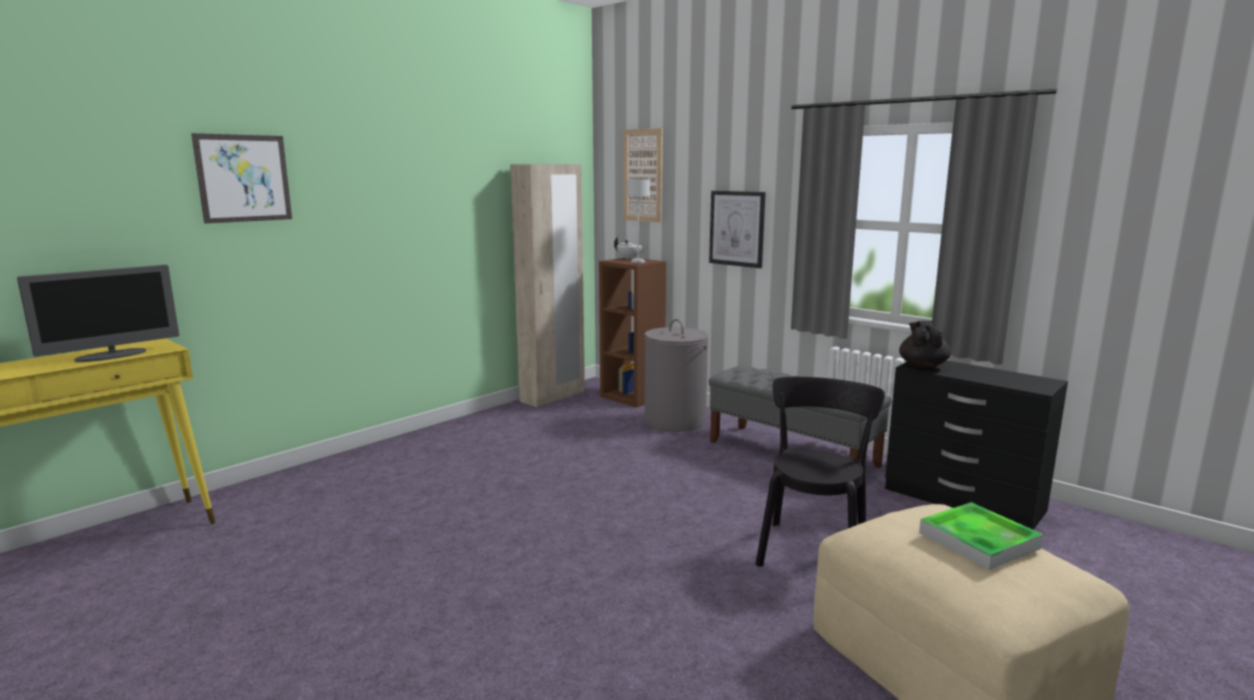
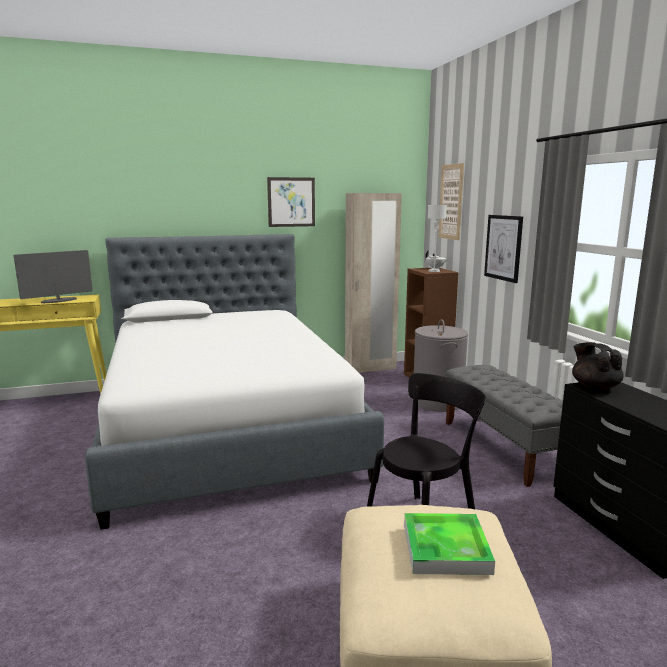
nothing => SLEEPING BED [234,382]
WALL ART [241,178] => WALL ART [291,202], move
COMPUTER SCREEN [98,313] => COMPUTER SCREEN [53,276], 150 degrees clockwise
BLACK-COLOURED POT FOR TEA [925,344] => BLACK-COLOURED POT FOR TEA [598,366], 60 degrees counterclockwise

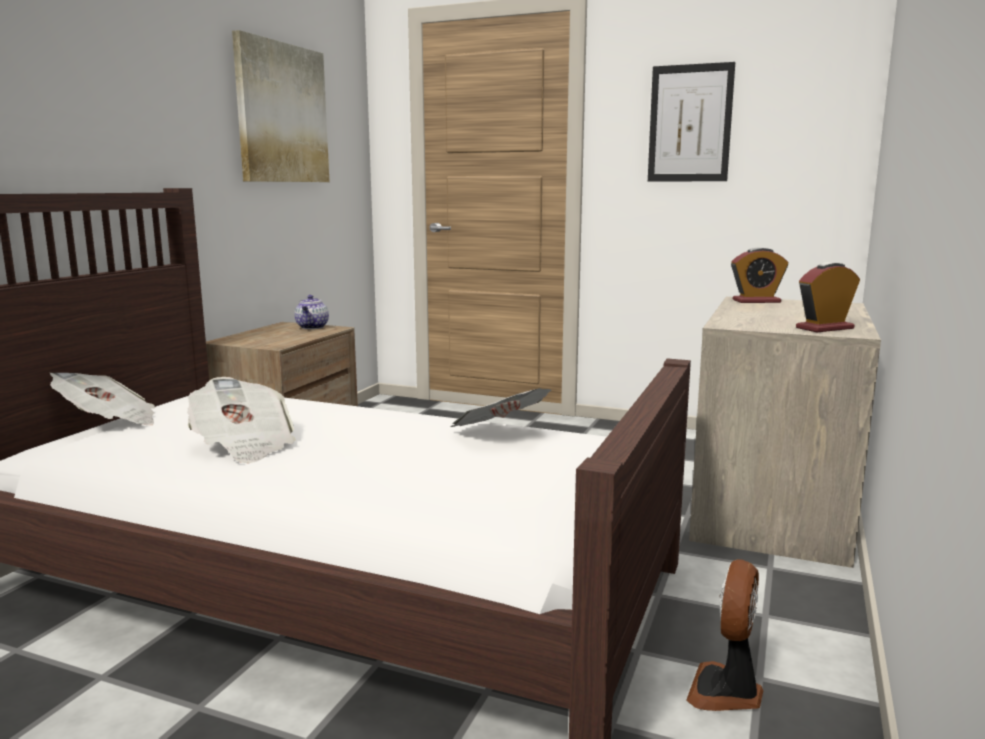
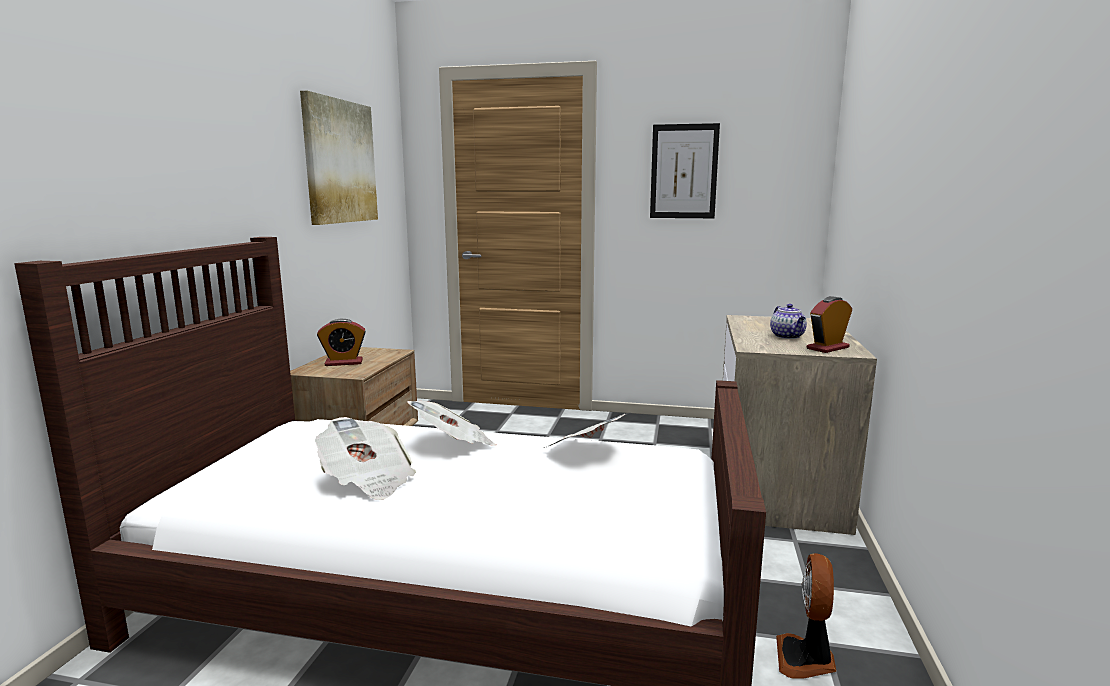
PRINTED PAPER [102,399] => PRINTED PAPER [451,423], move
POT FOR TEA [311,312] => POT FOR TEA [788,321], move
TABLE CLOCK [759,275] => TABLE CLOCK [341,342], move

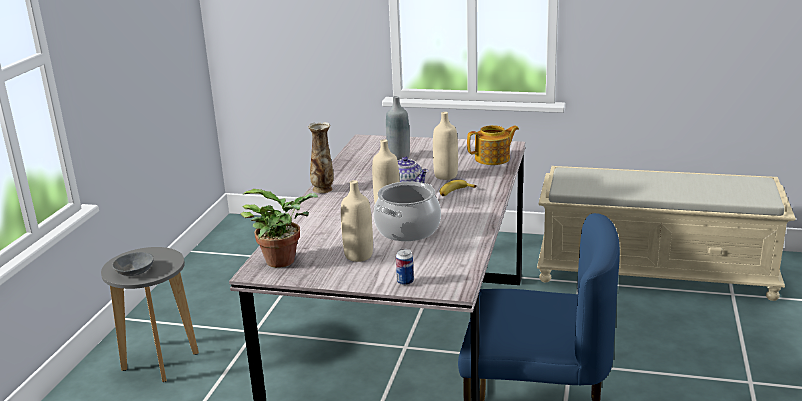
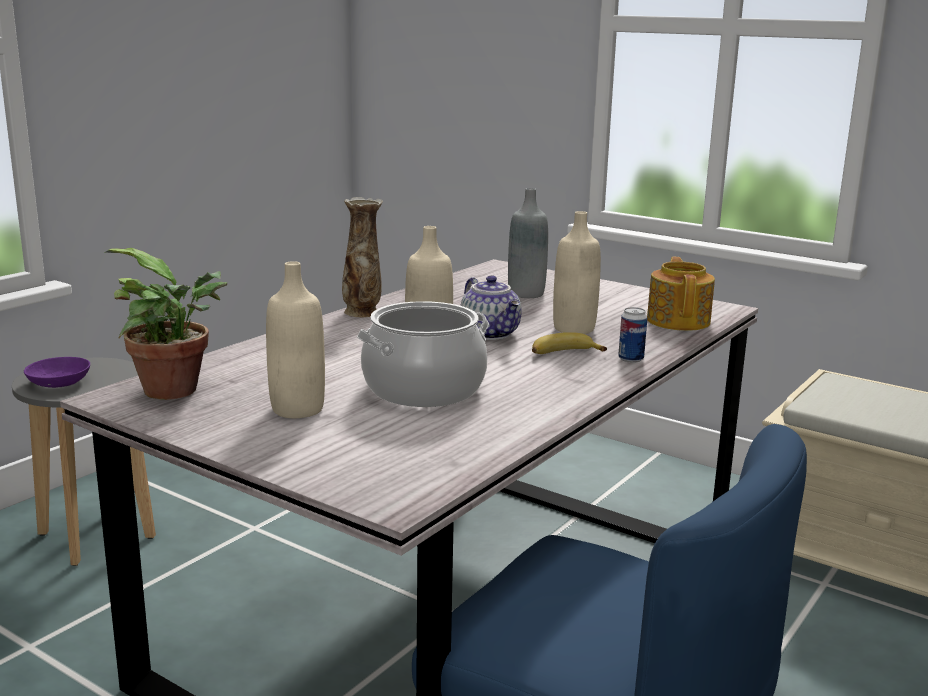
METAL CAN [405,267] => METAL CAN [632,335], move
GREY DEEP DISH [133,264] => PURPLE DEEP DISH [57,372]
POT FOR TEA [493,145] => POT FOR TEA [681,294], 90 degrees counterclockwise

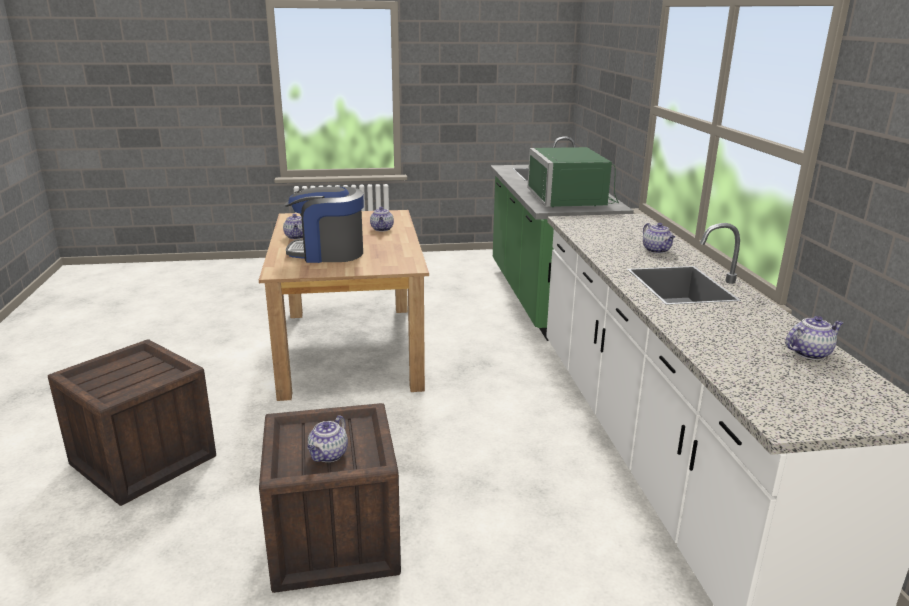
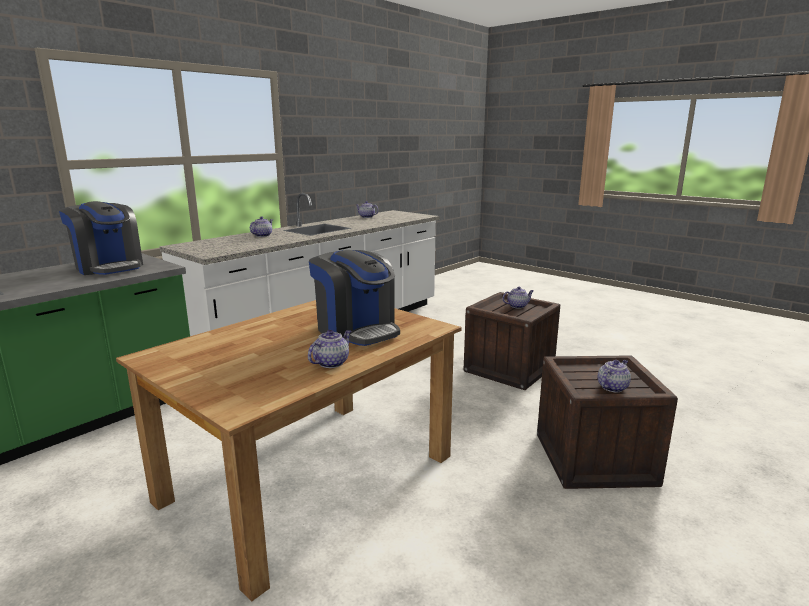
POT FOR TEA [382,219] => POT FOR TEA [614,376], move
GREEN-COLOURED KITCHEN MICROWAVE [573,177] => COFFEE MACHINE [101,238]

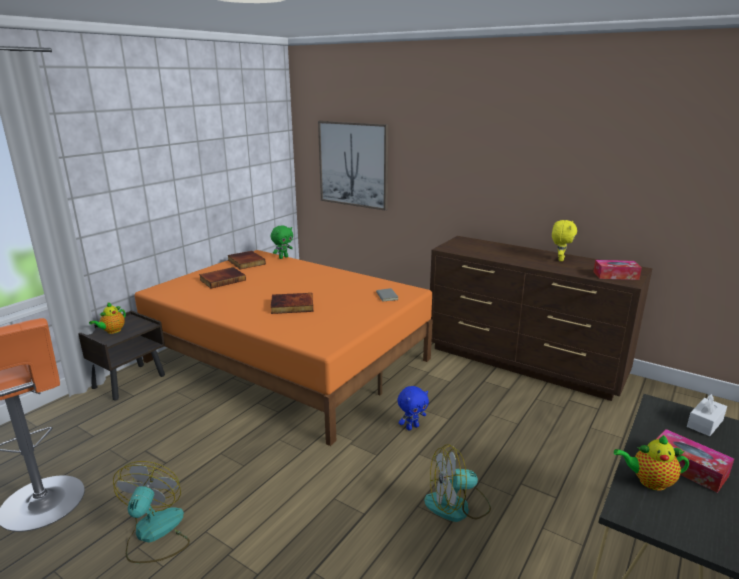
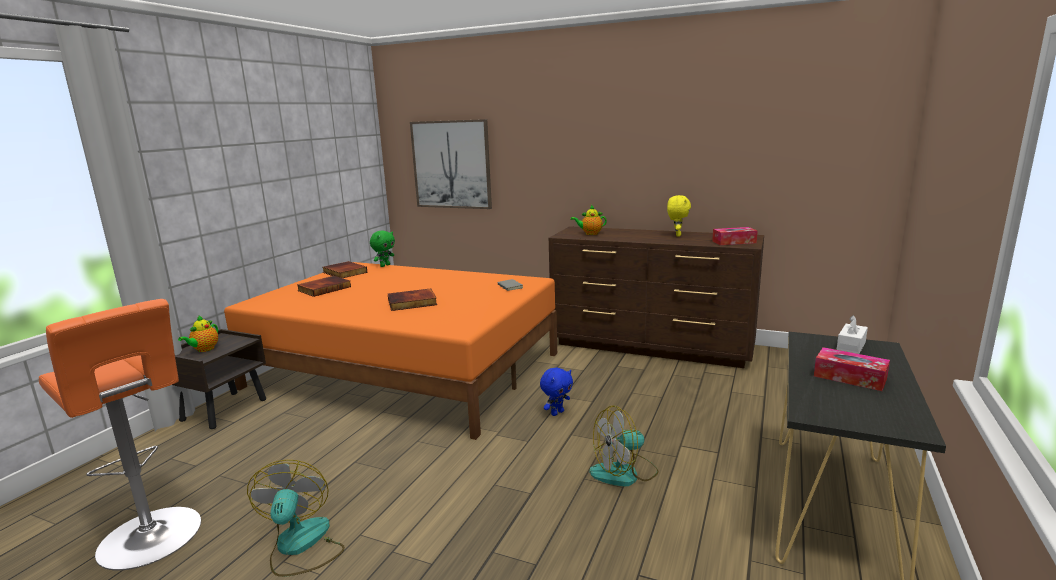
POT FOR TEA [651,463] => POT FOR TEA [589,220], move

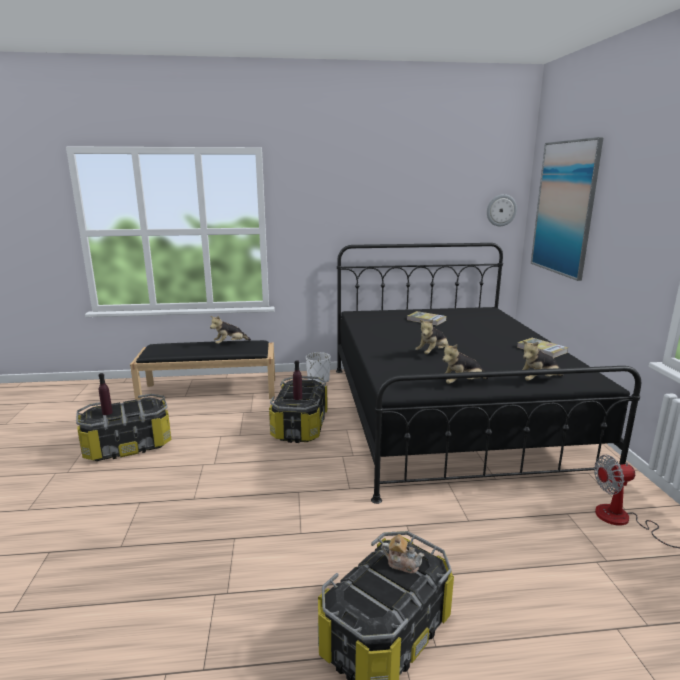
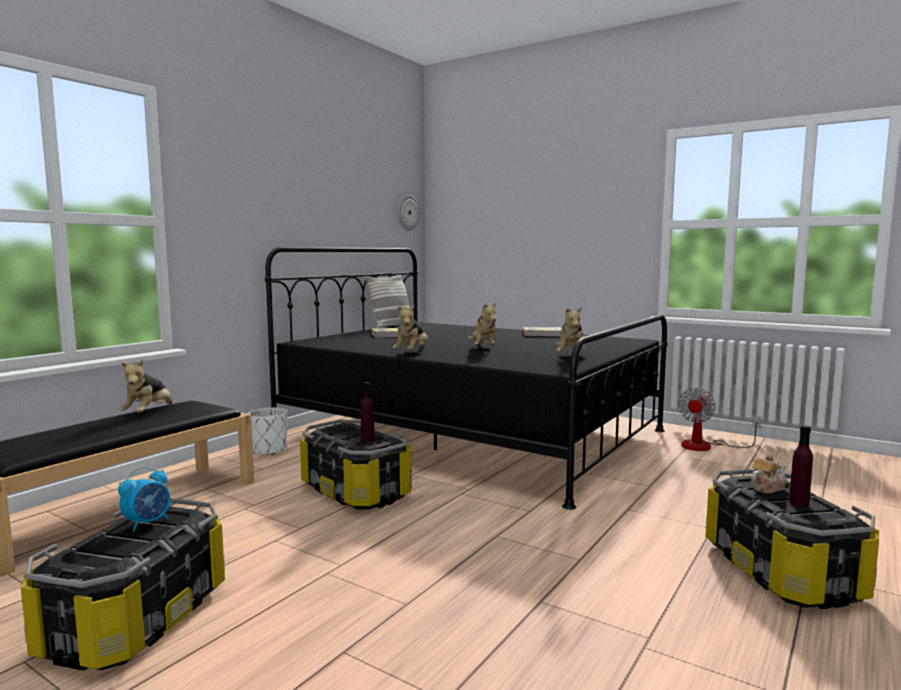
WALL ART [567,209] => nothing
nothing => TABLE CLOCK [144,499]
nothing => CUSHION [387,301]
PURPLE DRINK BOTTLE [106,394] => PURPLE DRINK BOTTLE [801,466], move
CUDDLY TOY [542,361] => CUDDLY TOY [410,327], move

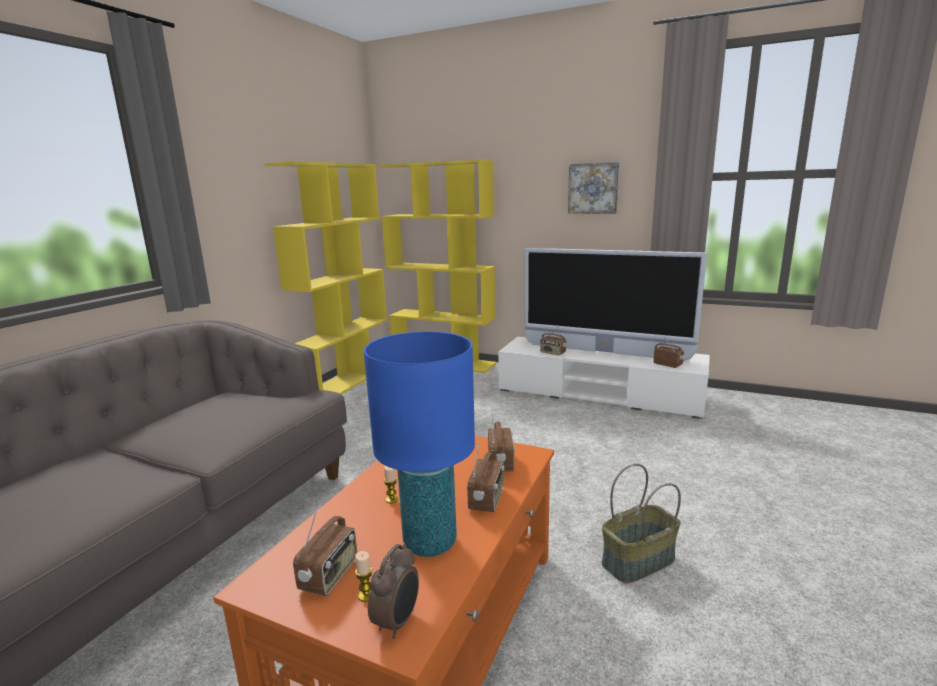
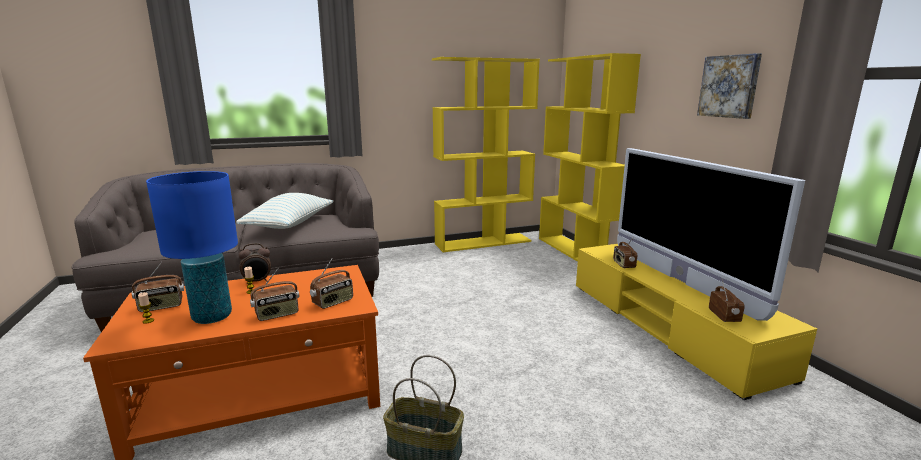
nothing => CUSHION [284,211]
TABLE CLOCK [393,591] => TABLE CLOCK [255,263], move
WHITE TV STAND [604,378] => YELLOW TV STAND [696,322]

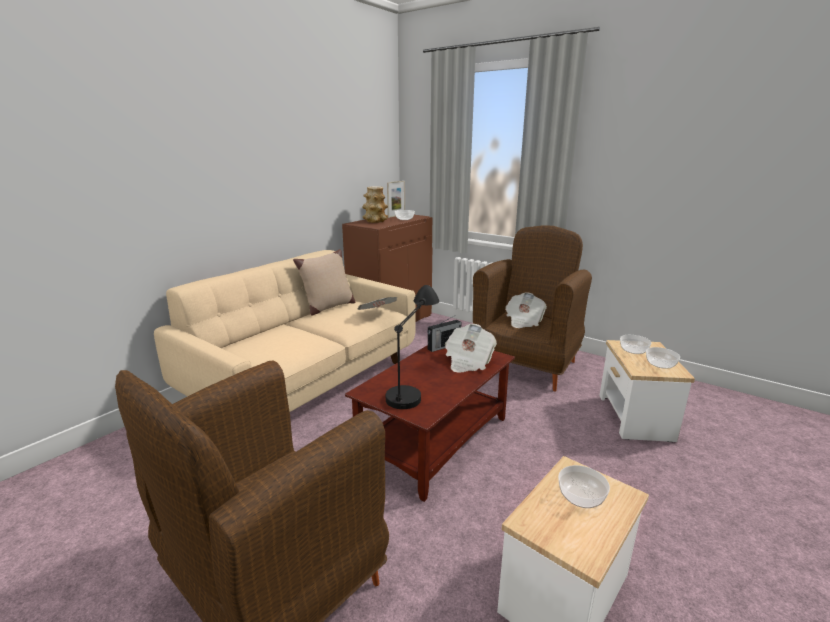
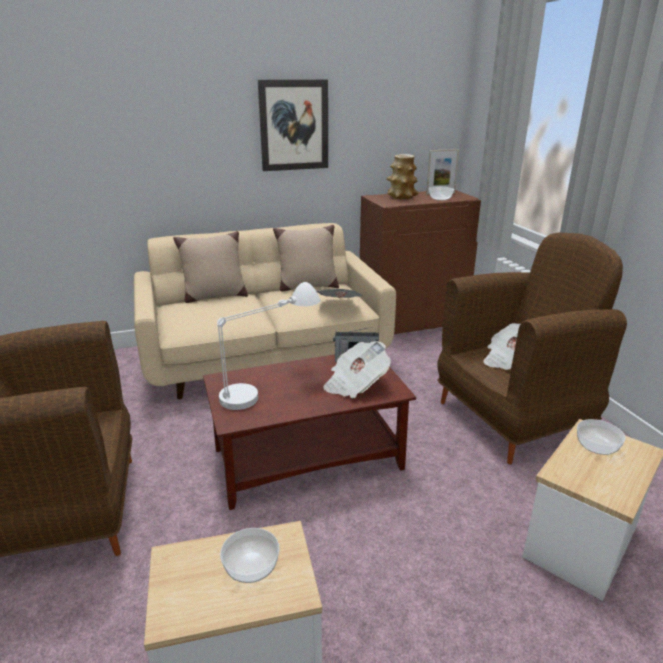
DEEP DISH [663,358] => nothing
nothing => BEIGE-COLOURED CUSHION [210,267]
nothing => WALL ART [293,125]
BLACK-COLOURED TABLETOP LAMP [412,347] => WHITE TABLETOP LAMP [269,346]

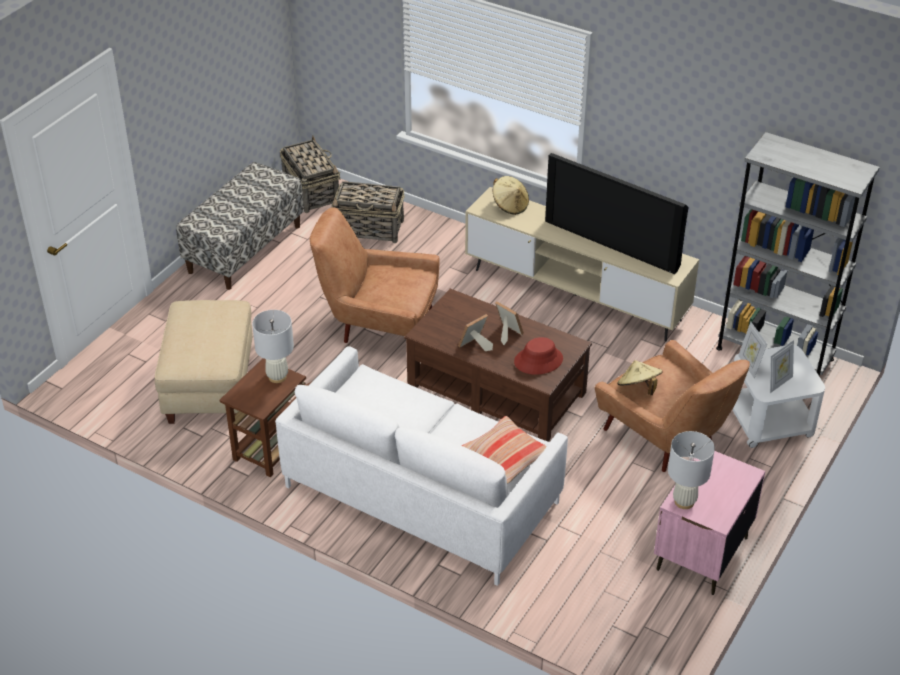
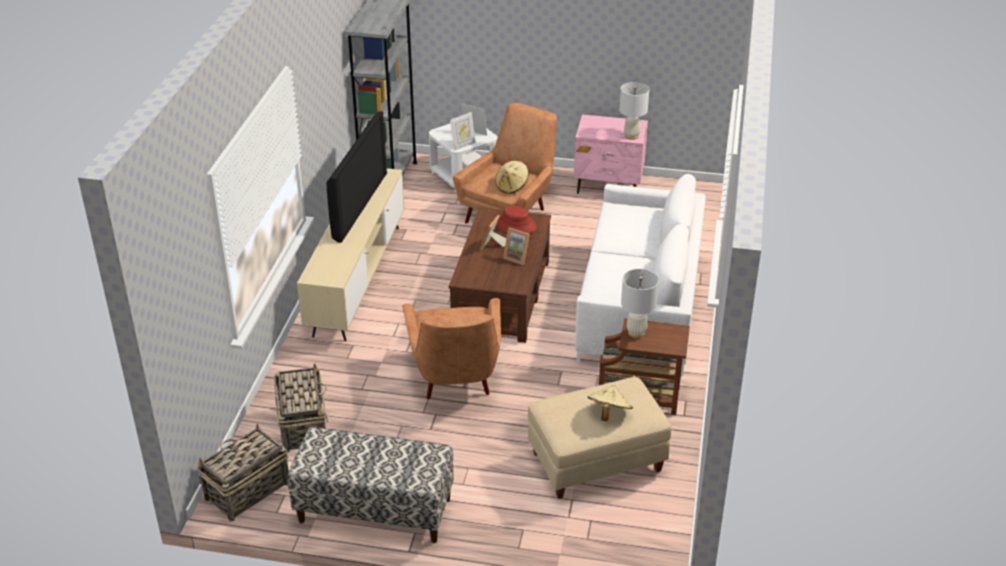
CUSHION [504,450] => nothing
BEIGE-COLOURED WEARABLE HAT [510,195] => BEIGE-COLOURED WEARABLE HAT [610,403], move

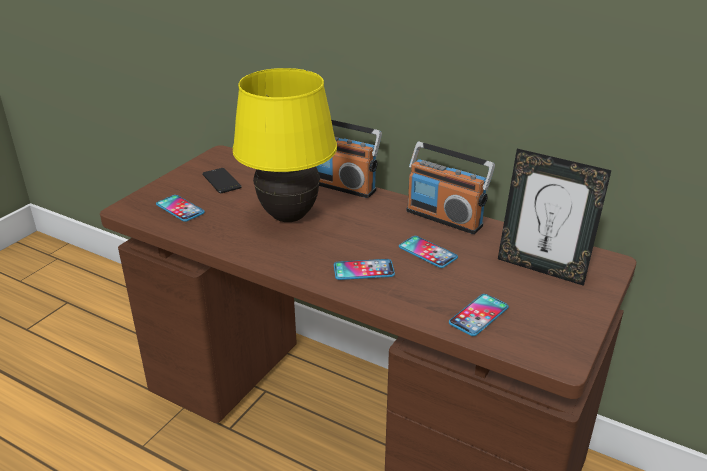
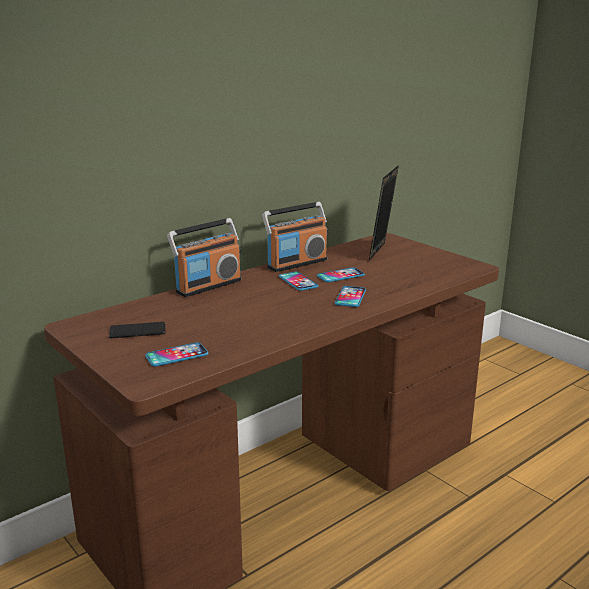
YELLOW TABLETOP LAMP [285,145] => nothing
HANDSET [479,315] => HANDSET [298,281], move
STANDING FRAME [555,217] => STANDING FRAME [384,213], 150 degrees clockwise

